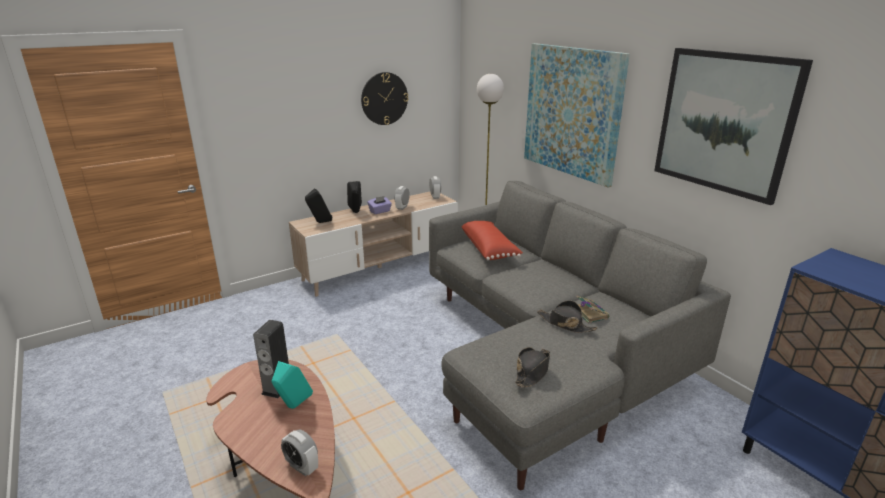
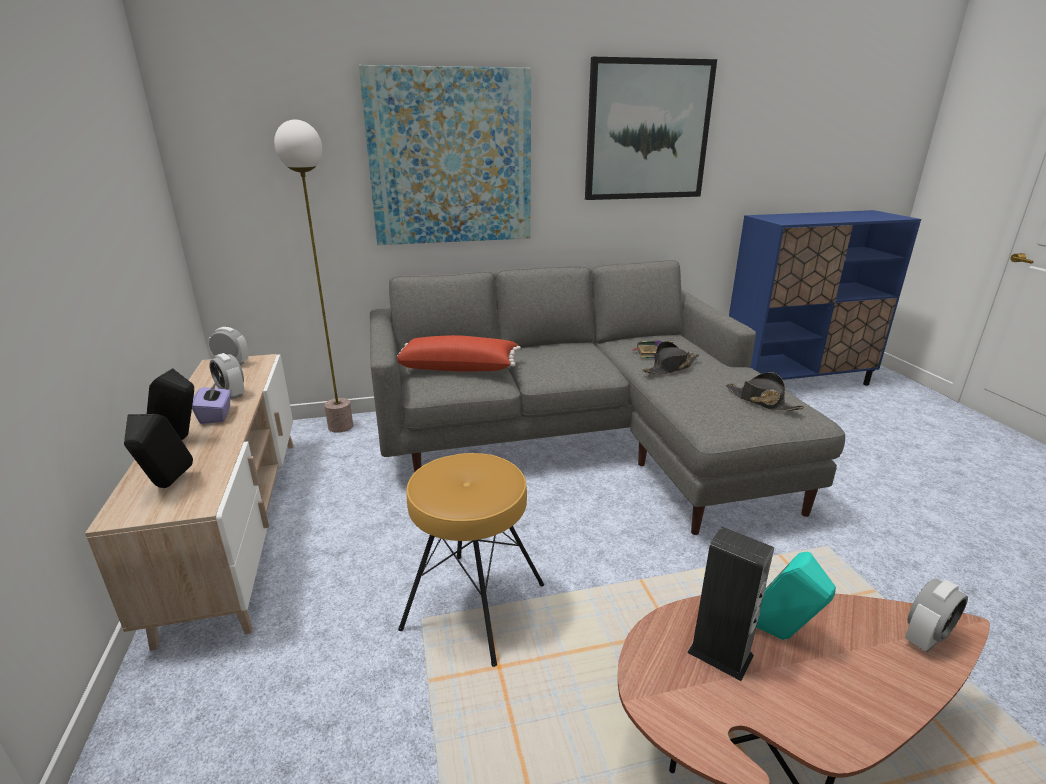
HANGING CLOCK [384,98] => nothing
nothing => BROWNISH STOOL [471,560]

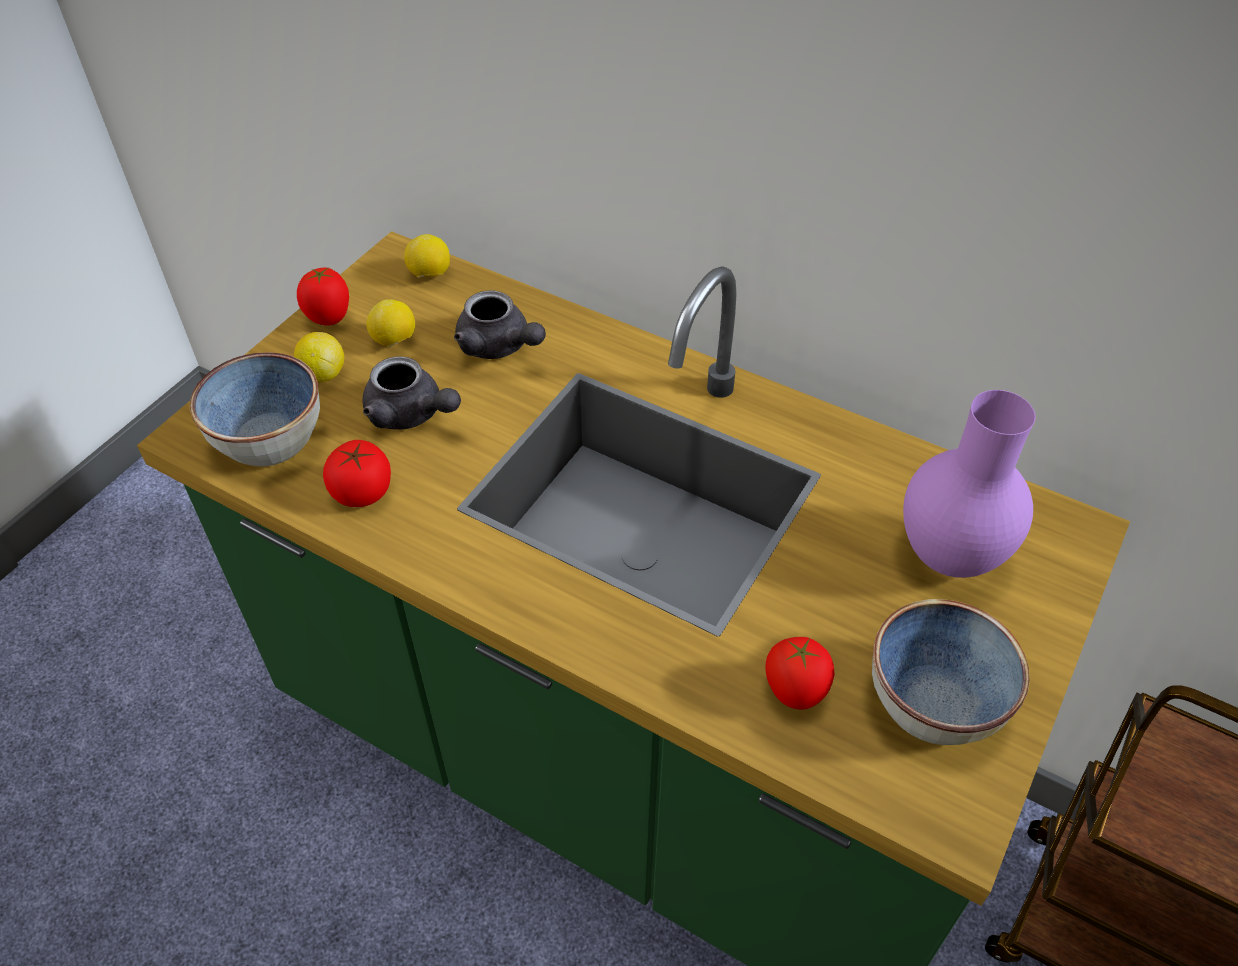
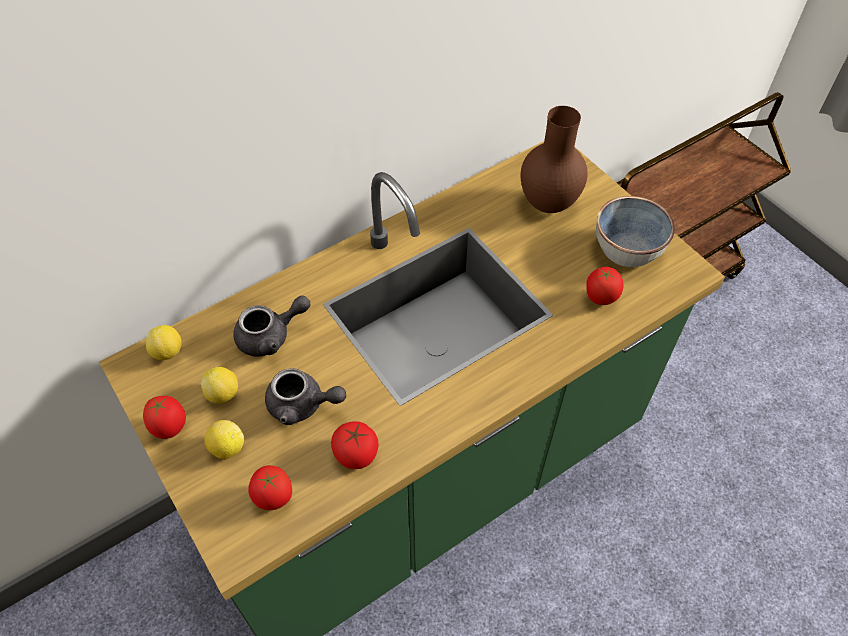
DEEP DISH [255,409] => TOMATO [270,487]
PURPLE VASE [969,484] => BROWNISH VASE [554,159]
GREY POT FOR TEA [411,393] => GREY POT FOR TEA [305,396], 45 degrees clockwise

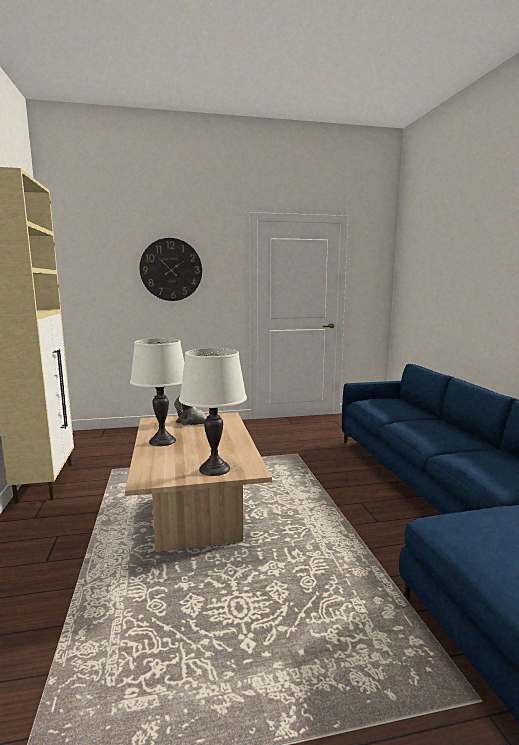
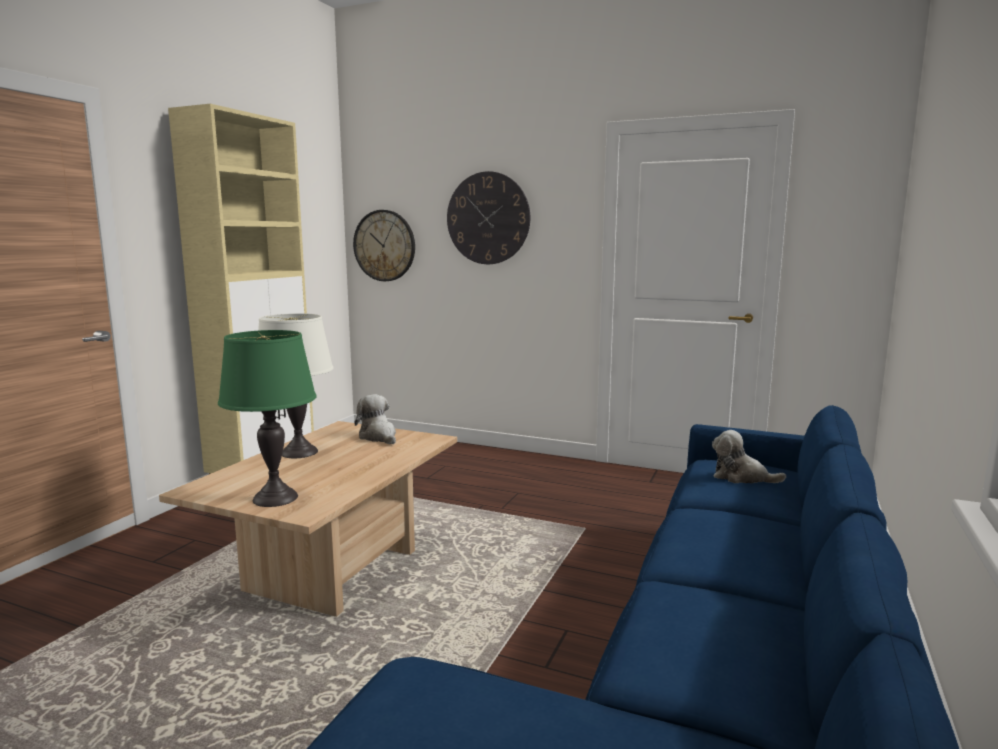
nothing => HANGING CLOCK [384,245]
nothing => CUDDLY TOY [749,456]
WHITE TABLETOP LAMP [213,412] => GREEN-COLOURED TABLETOP LAMP [267,418]

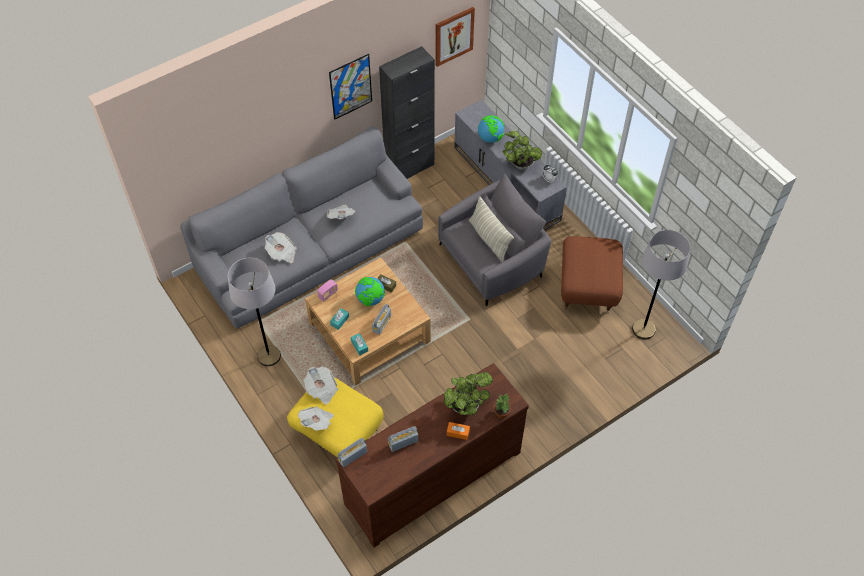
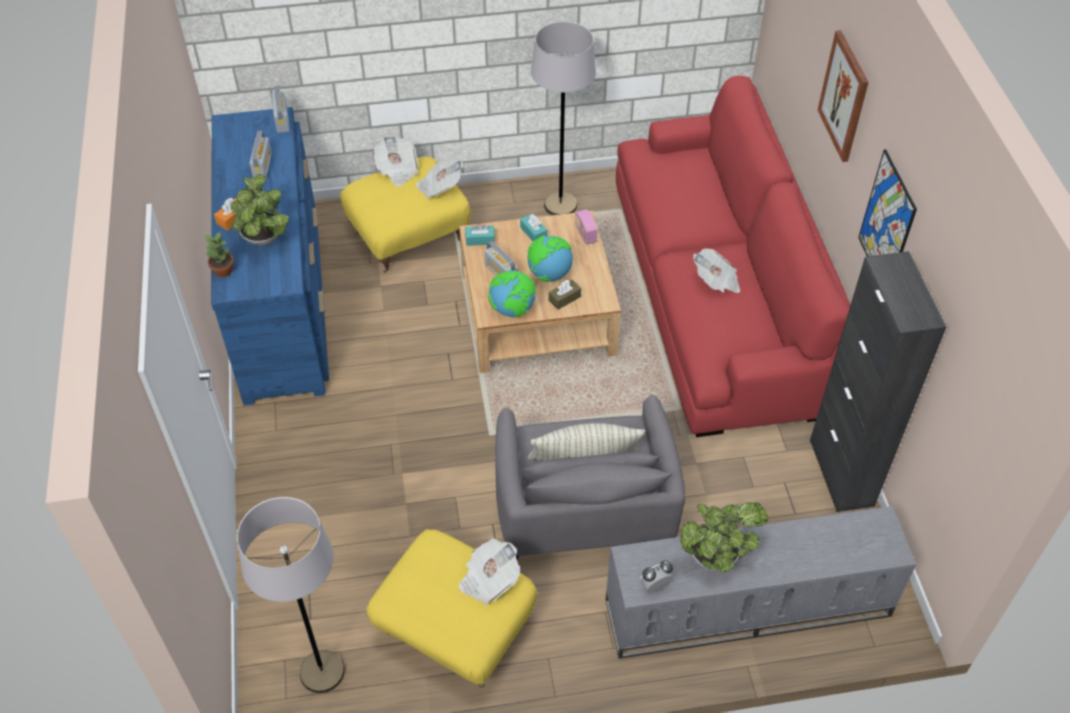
PRINTED PAPER [281,247] => PRINTED PAPER [489,572], move
WALL ART [455,37] => WALL ART [843,96], move
GLOBE [491,129] => GLOBE [512,293], move
GREY COUCH [301,227] => REDDISH COUCH [733,256]
BROWNISH CHEST OF DRAWERS [432,455] => BLUISH CHEST OF DRAWERS [270,256]
BROWNISH FOOTREST [592,274] => YELLOW FOOTREST [451,608]

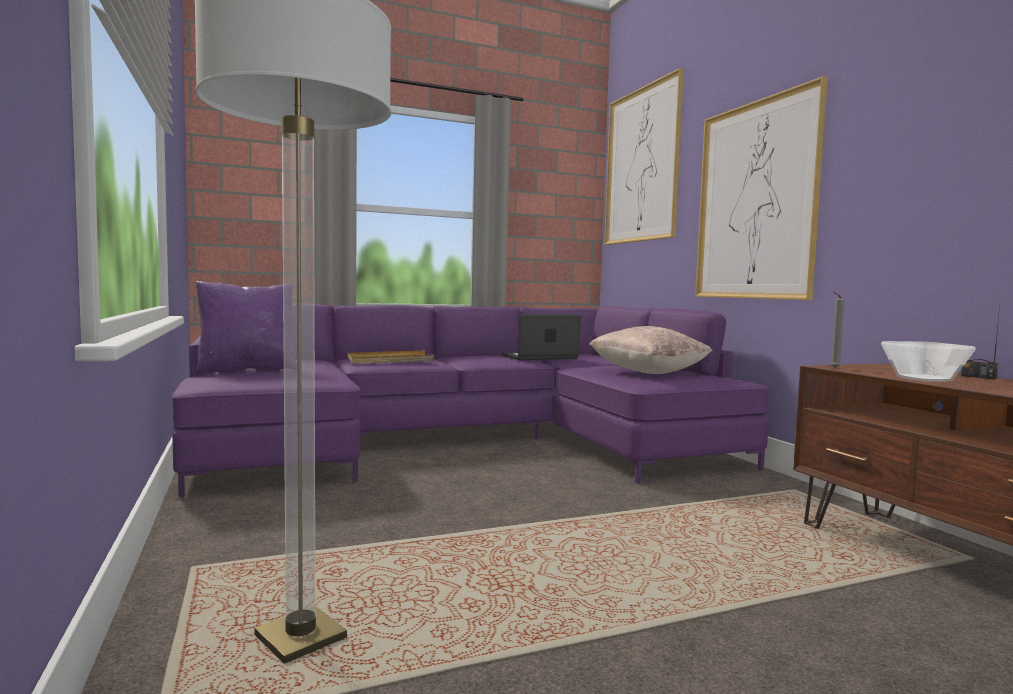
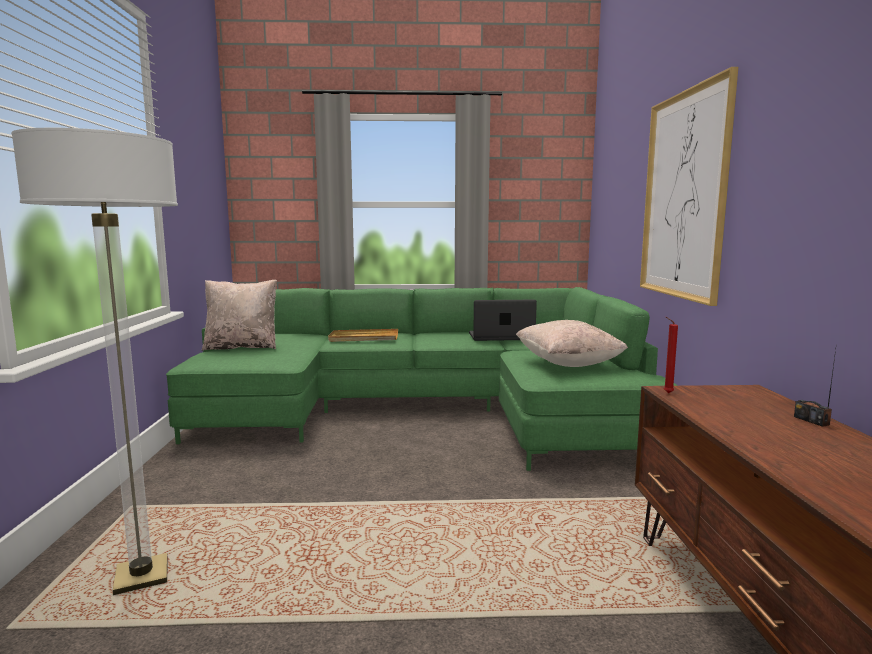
WALL ART [644,156] => nothing
DEEP DISH [928,361] => nothing
PURPLE COUCH [470,400] => GREEN-COLOURED COUCH [422,379]
PURPLE CUSHION [239,327] => BEIGE-COLOURED CUSHION [239,315]
GREY WAX LIGHT [837,330] => REDDISH WAX LIGHT [671,355]

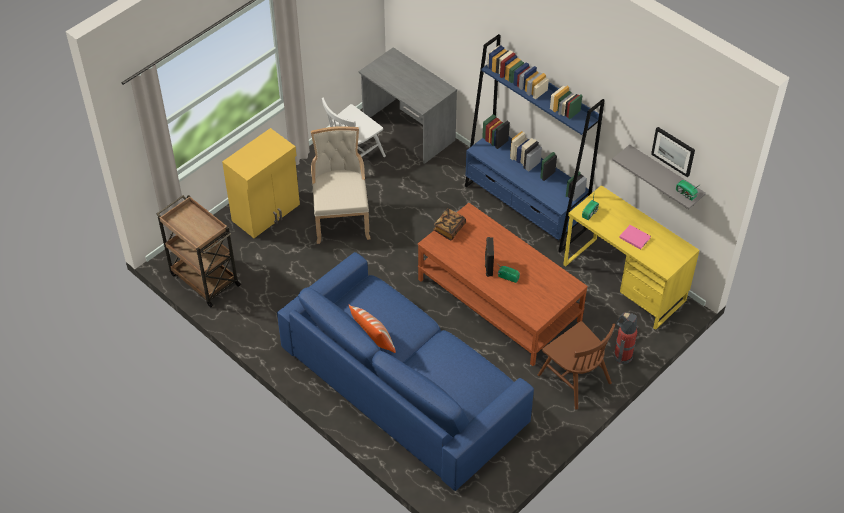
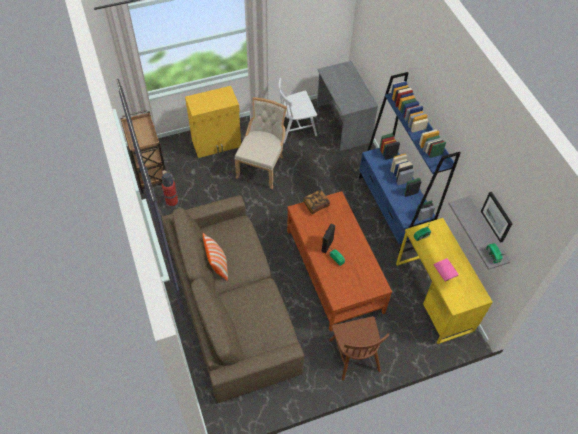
FIRE EXTINGUISHER [626,338] => FIRE EXTINGUISHER [170,189], move
BLUISH COUCH [405,371] => BROWNISH COUCH [233,299]

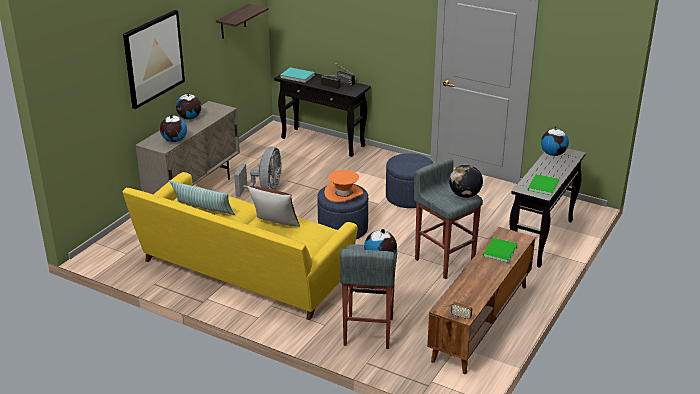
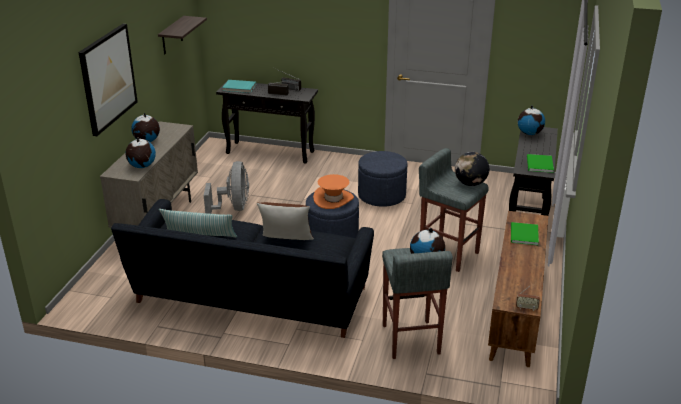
YELLOW COUCH [240,246] => BLACK-COLOURED COUCH [242,268]

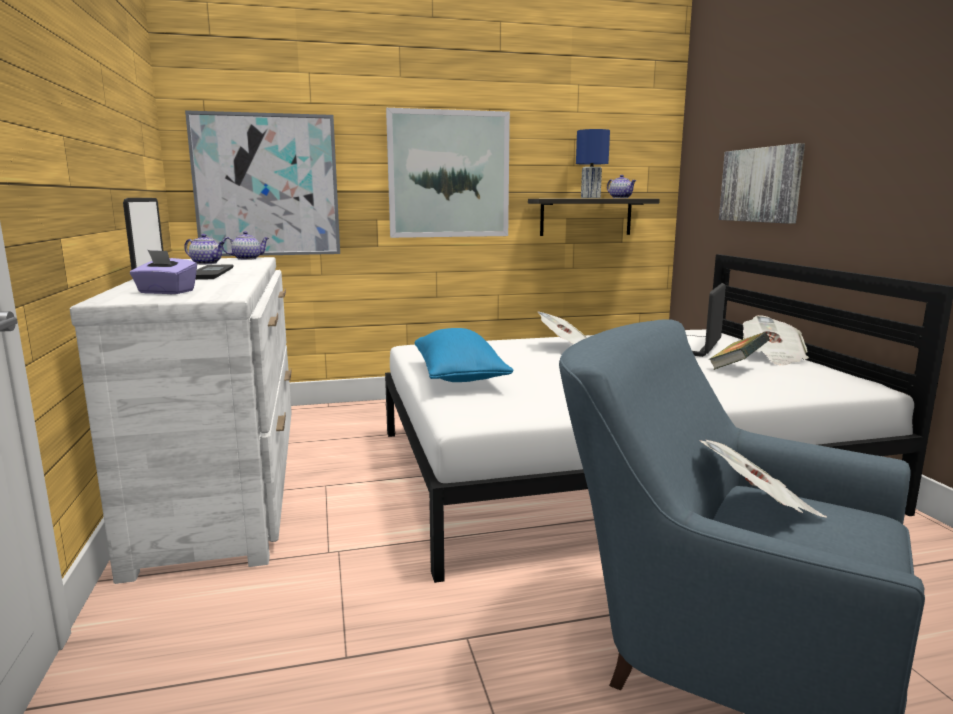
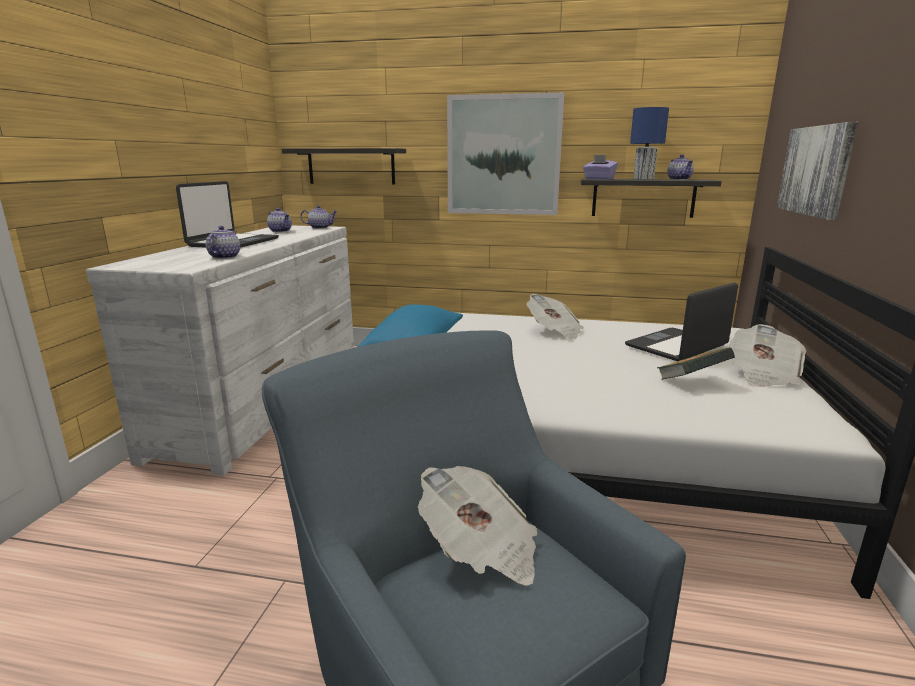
nothing => POT FOR TEA [223,242]
PURPLE BOX OF TISSUES [163,272] => PURPLE BOX OF TISSUES [600,167], move
WALL ART [262,183] => BRACKET SHELF [344,166]

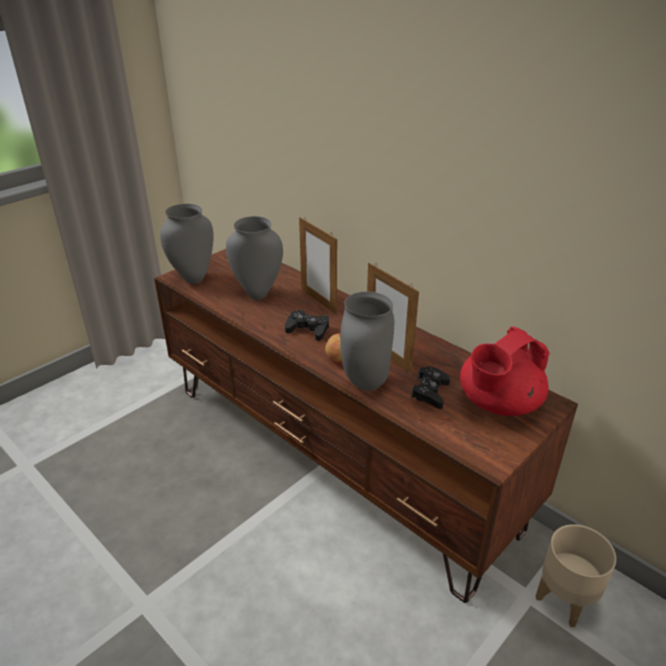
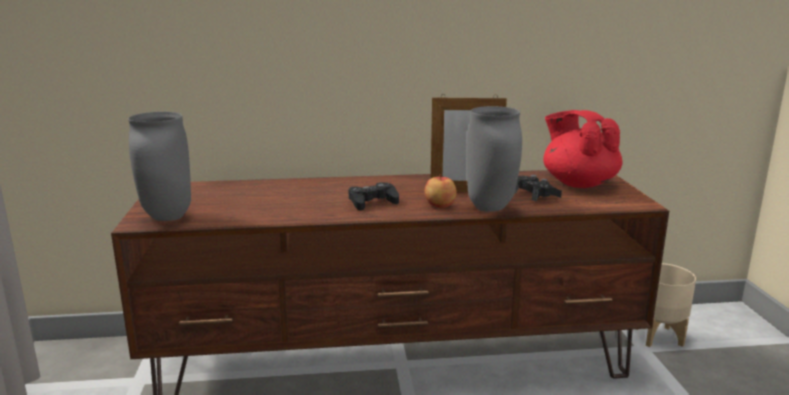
GREY VASE [254,258] => nothing
STANDING FRAME [318,265] => nothing
REDDISH POT FOR TEA [505,371] => REDDISH POT FOR TEA [582,149], 150 degrees clockwise

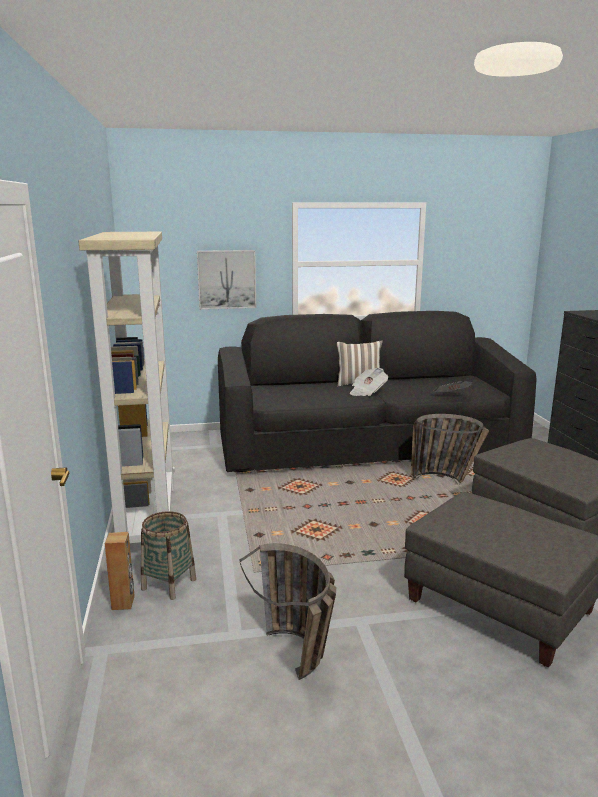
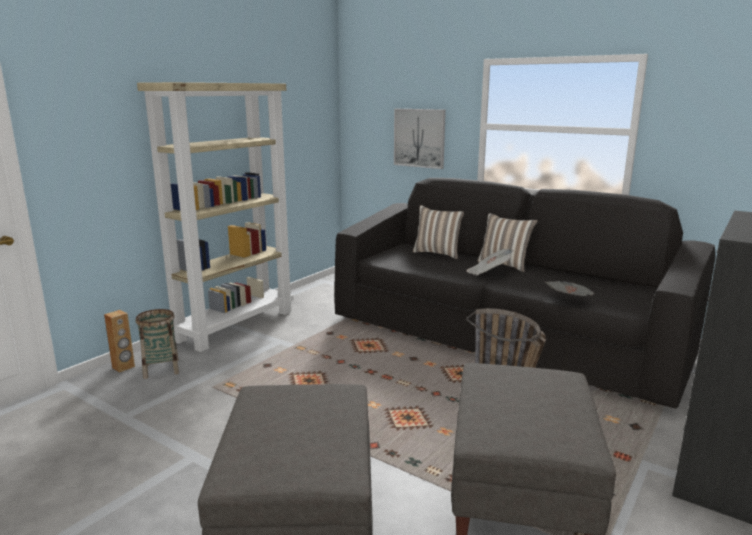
BASKET [288,611] => nothing
nothing => CUSHION [438,232]

